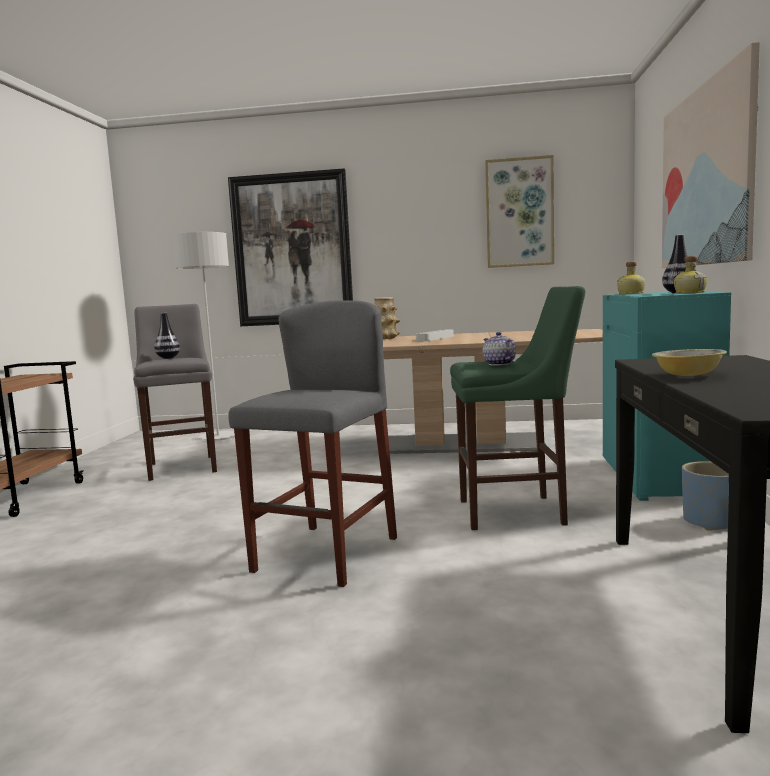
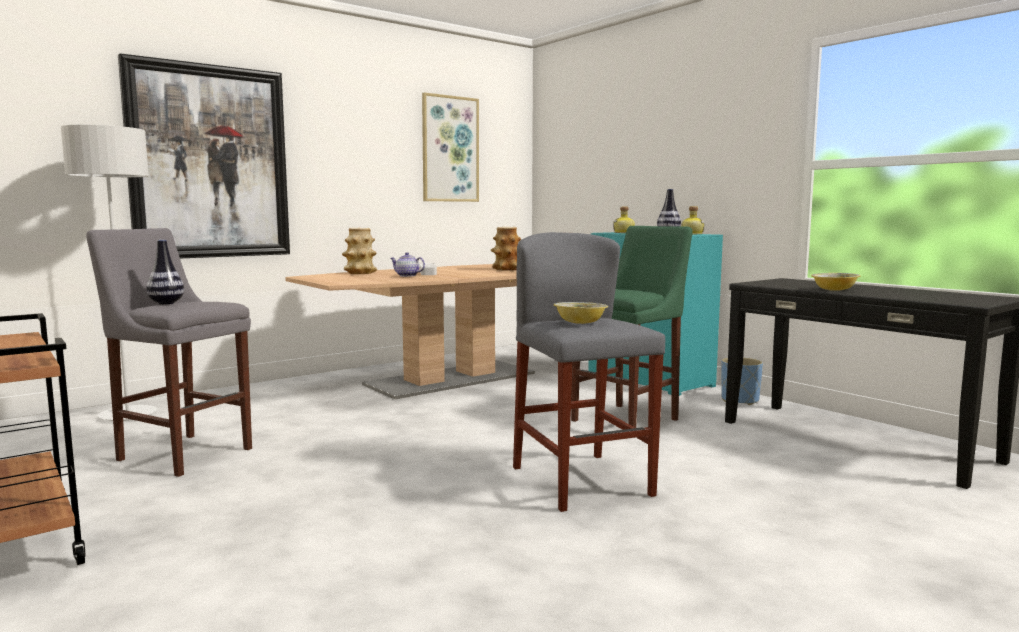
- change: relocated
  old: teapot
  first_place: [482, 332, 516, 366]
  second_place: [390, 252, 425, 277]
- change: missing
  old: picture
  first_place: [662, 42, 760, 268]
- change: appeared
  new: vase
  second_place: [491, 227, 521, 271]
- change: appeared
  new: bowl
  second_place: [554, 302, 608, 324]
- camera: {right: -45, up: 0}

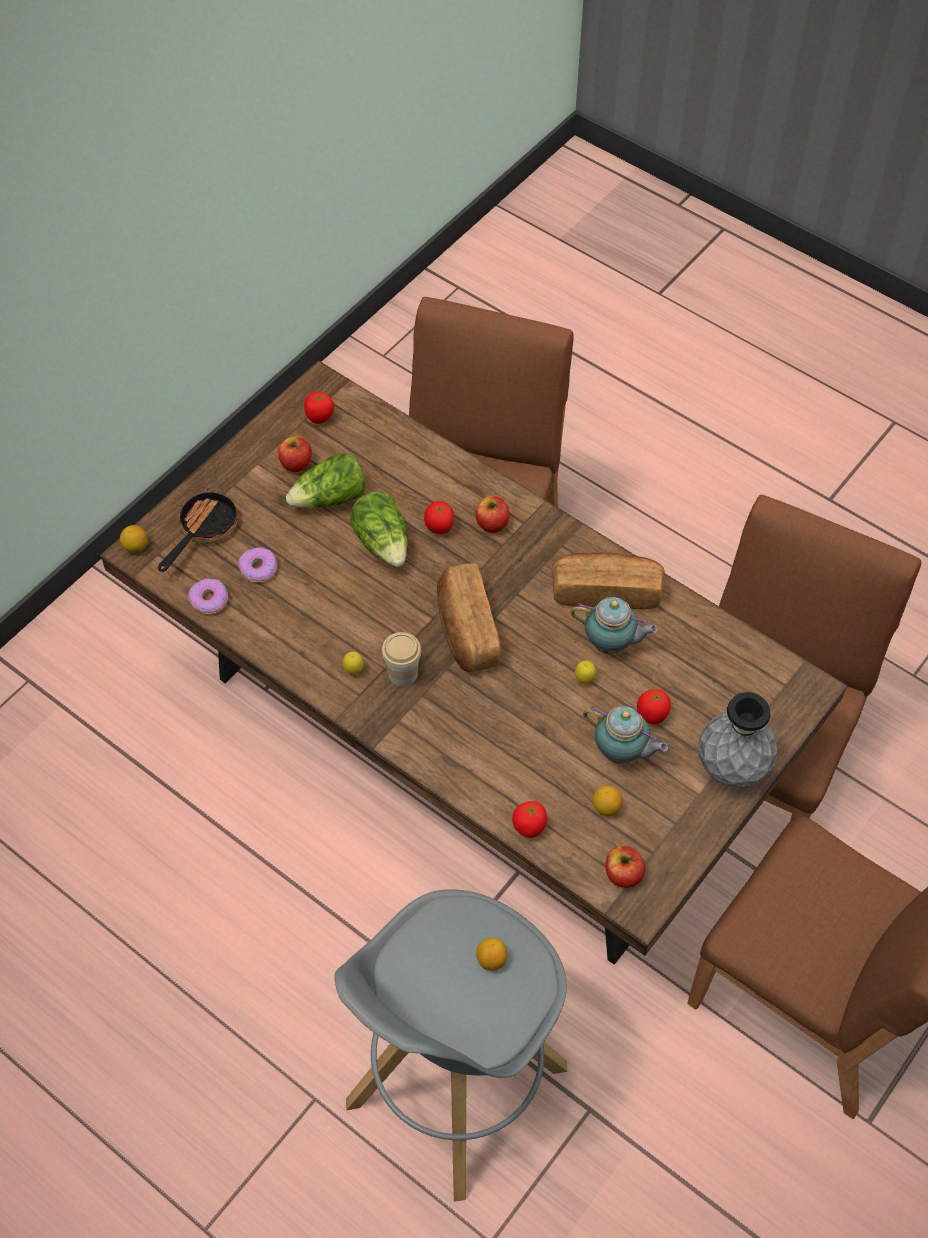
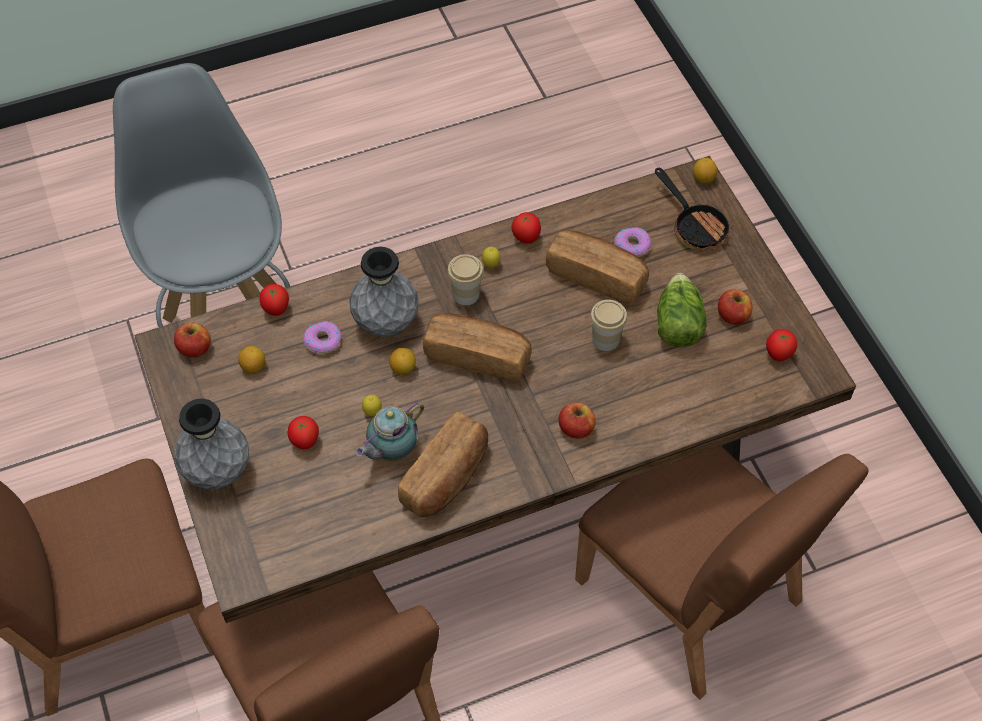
- change: relocated
  old: donut
  first_place: [188, 579, 228, 614]
  second_place: [303, 321, 341, 354]
- change: exchanged
  old: lettuce
  new: cup
  first_place: [350, 492, 408, 567]
  second_place: [590, 300, 627, 351]
- change: relocated
  old: tomato
  first_place: [424, 501, 454, 534]
  second_place: [511, 212, 541, 243]
- change: relocated
  old: lemon
  first_place: [476, 937, 507, 971]
  second_place: [389, 348, 416, 375]
- change: missing
  old: teapot
  first_place: [583, 706, 668, 764]
- change: appeared
  new: grey vase
  second_place: [349, 247, 419, 337]
- change: appeared
  new: bread
  second_place: [546, 230, 649, 304]
- camera: {right: 120, up: 0}

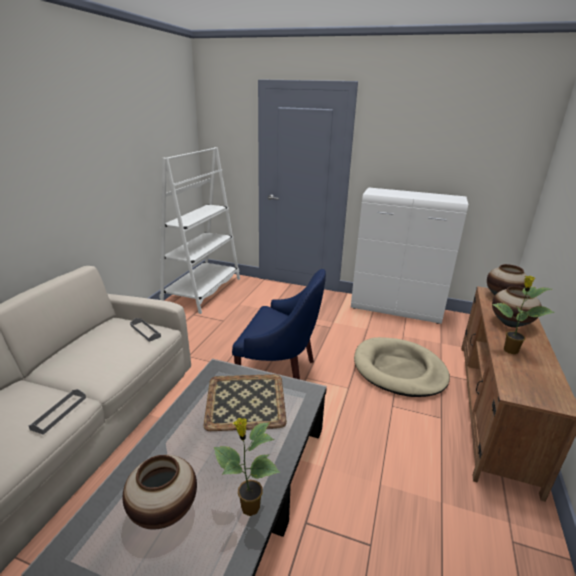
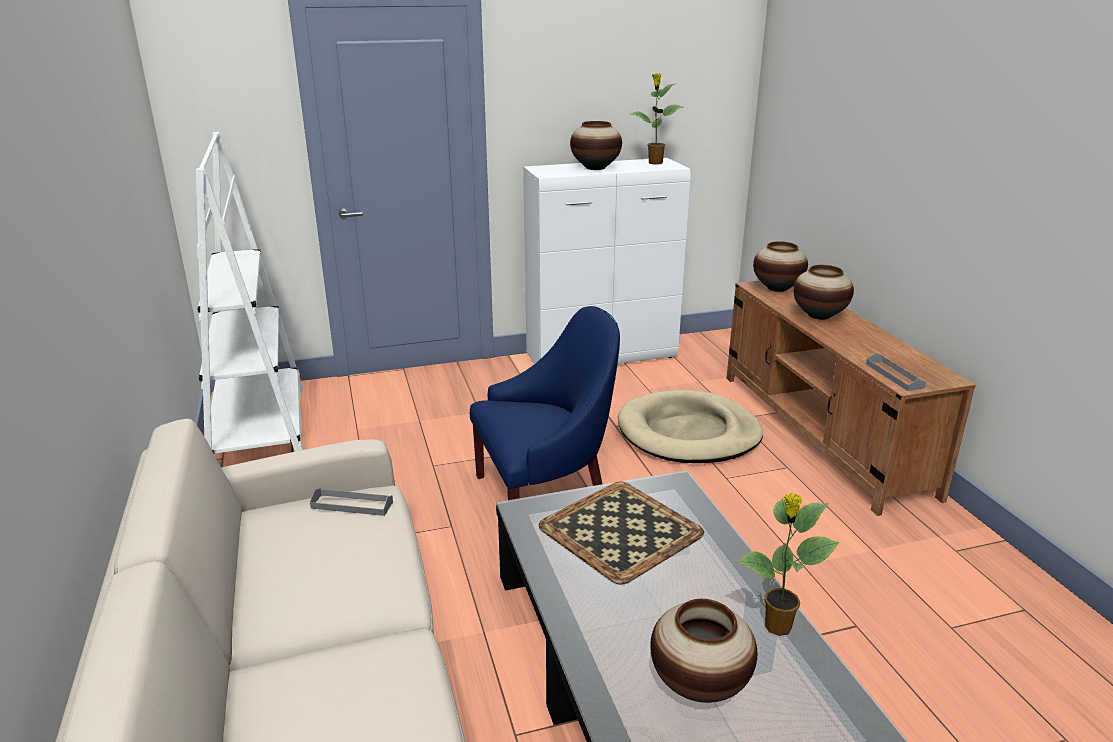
- change: relocated
  old: grey tray
  first_place: [29, 389, 86, 435]
  second_place: [866, 353, 926, 391]
- change: relocated
  old: potted plant
  first_place: [492, 276, 555, 354]
  second_place: [630, 73, 683, 165]
- change: appeared
  new: vase
  second_place: [570, 121, 622, 170]
- camera: {right: -35, up: 0}

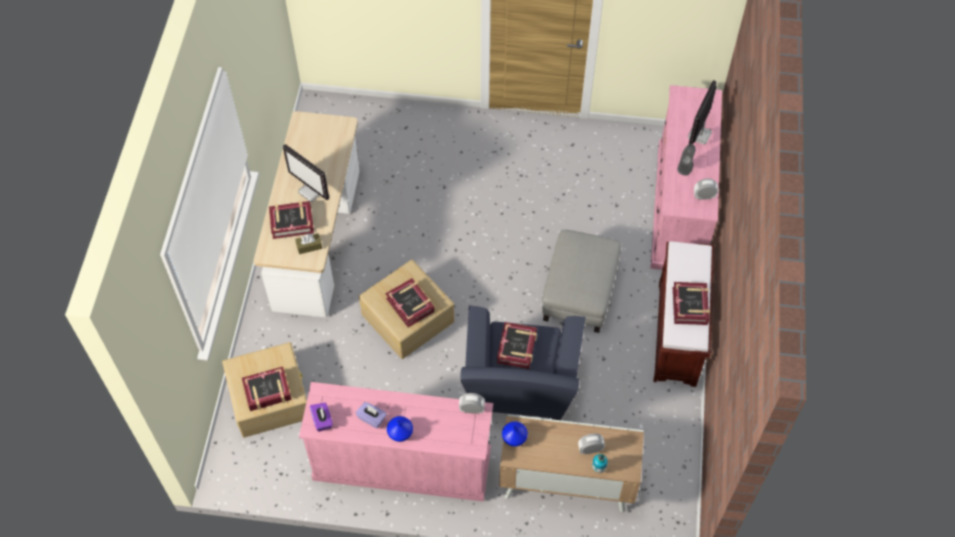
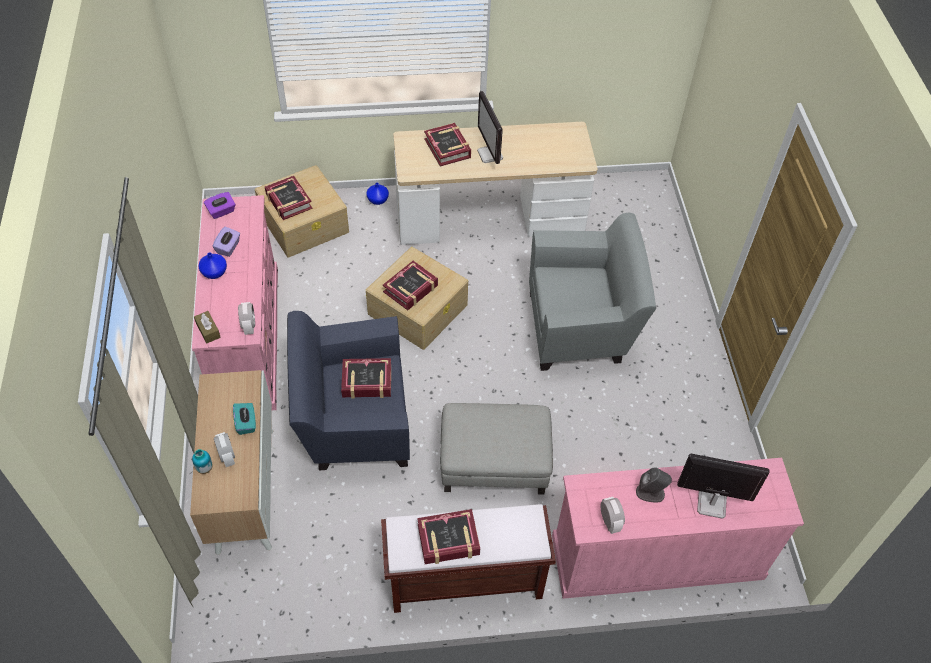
- change: spun
  old: monitor
  first_place: [283, 144, 329, 202]
  second_place: [477, 91, 503, 164]
  degrees: -45
- change: relocated
  old: brown tissue box
  first_place: [295, 233, 322, 254]
  second_place: [194, 311, 221, 344]
- change: relocated
  old: blue vase
  first_place: [502, 421, 528, 447]
  second_place: [366, 183, 389, 205]
- change: appeared
  new: turquoise tissue box
  second_place: [233, 403, 256, 435]
- change: appeared
  new: grey armchair
  second_place: [529, 212, 656, 371]
- camera: {right: 75, up: -5}

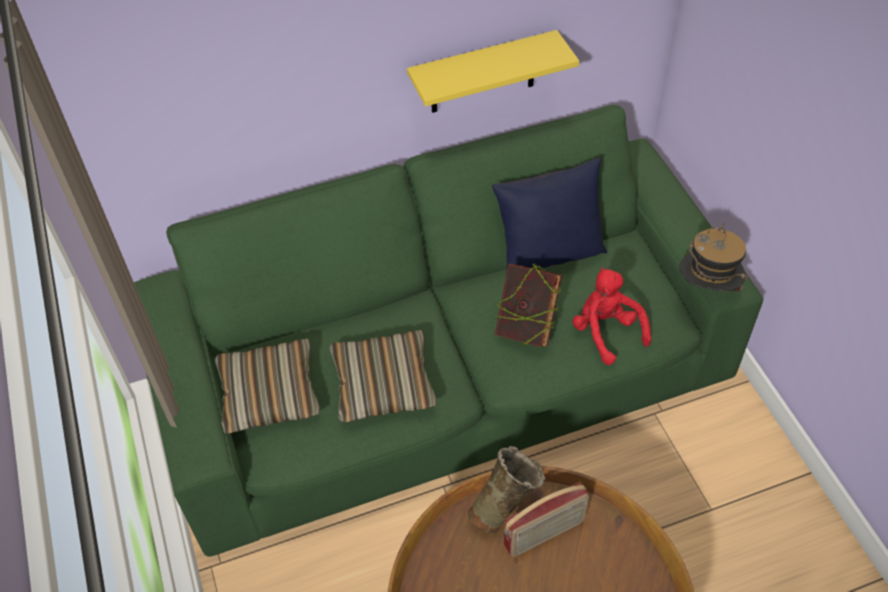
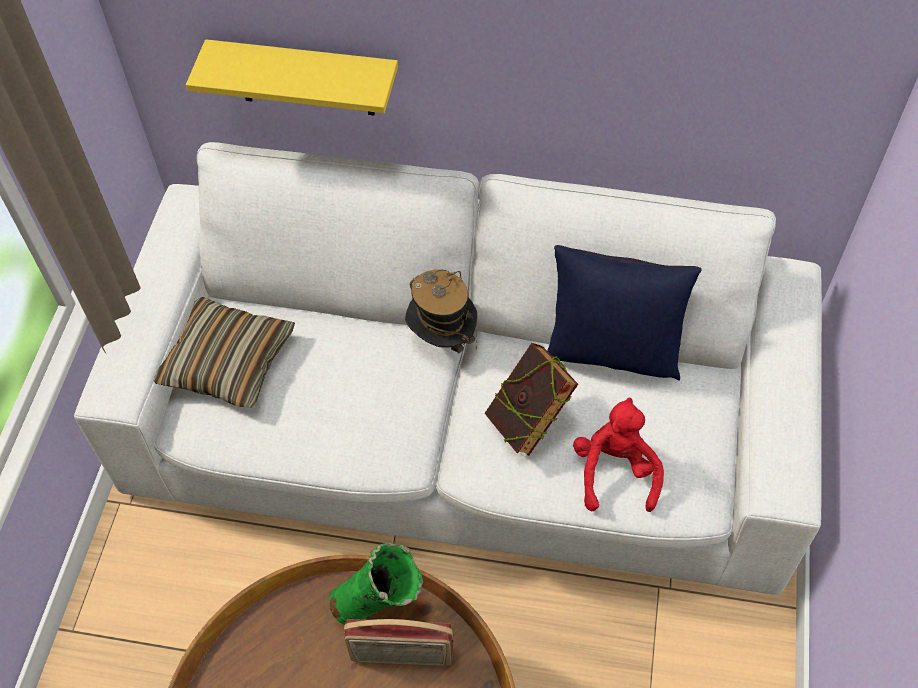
- change: colour
  old: green sofa
  new: white sofa
  first_place: [134, 105, 763, 557]
  second_place: [74, 142, 822, 595]
- change: missing
  old: pillow
  first_place: [329, 330, 437, 422]
- change: relocated
  old: yellow shelf
  first_place: [407, 30, 579, 113]
  second_place: [186, 39, 398, 115]
- change: colour
  old: beige vase
  new: green vase
  first_place: [468, 446, 546, 534]
  second_place: [329, 543, 424, 625]
- change: relocated
  old: hat
  first_place: [679, 223, 748, 292]
  second_place: [405, 270, 477, 353]
- camera: {right: 30, up: 5}

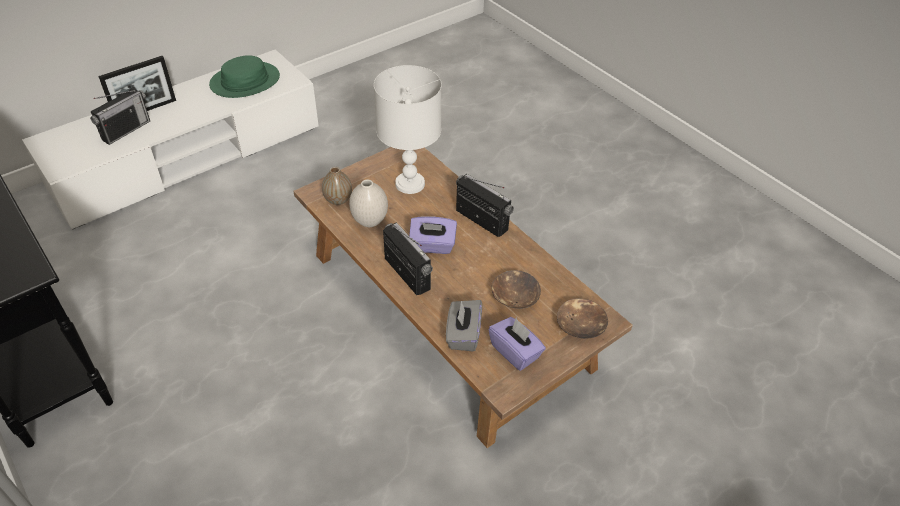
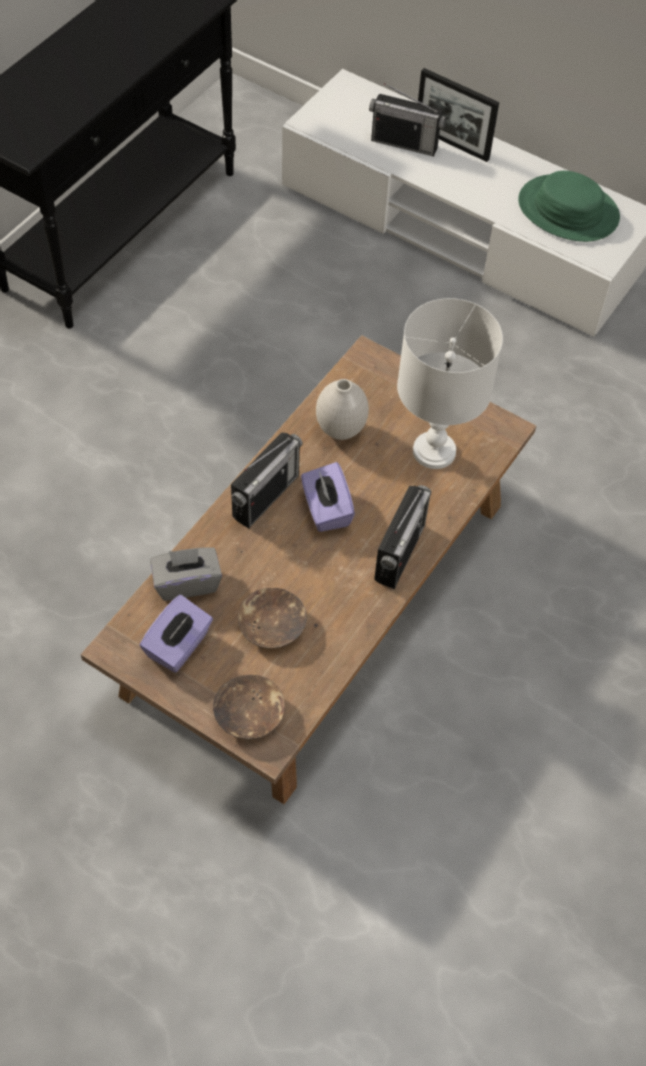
- change: missing
  old: vase
  first_place: [322, 167, 352, 205]
- camera: {right: 70, up: 10}

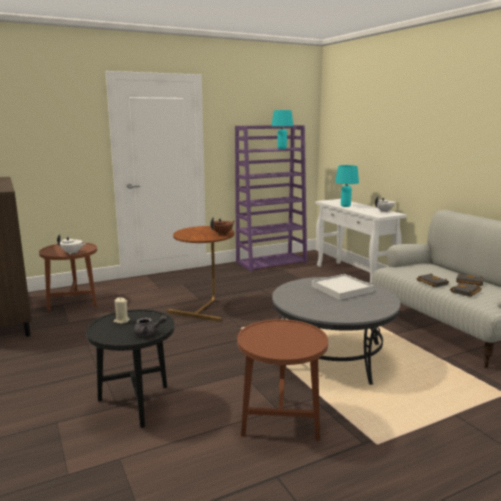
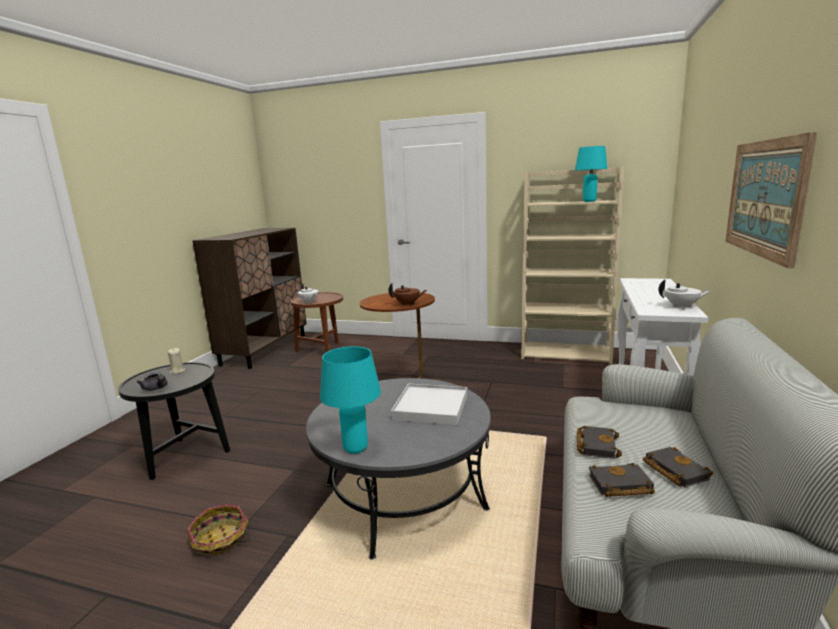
- change: colour
  old: purple bookcase
  new: beige bookcase
  first_place: [235, 125, 307, 272]
  second_place: [521, 167, 624, 364]
- change: exchanged
  old: brown side table
  new: basket
  first_place: [237, 319, 328, 441]
  second_place: [187, 504, 250, 556]
- change: relocated
  old: turquoise table lamp
  first_place: [335, 165, 359, 207]
  second_place: [320, 346, 381, 454]
- change: appeared
  new: picture
  second_place: [725, 132, 817, 269]
- camera: {right: 45, up: 0}

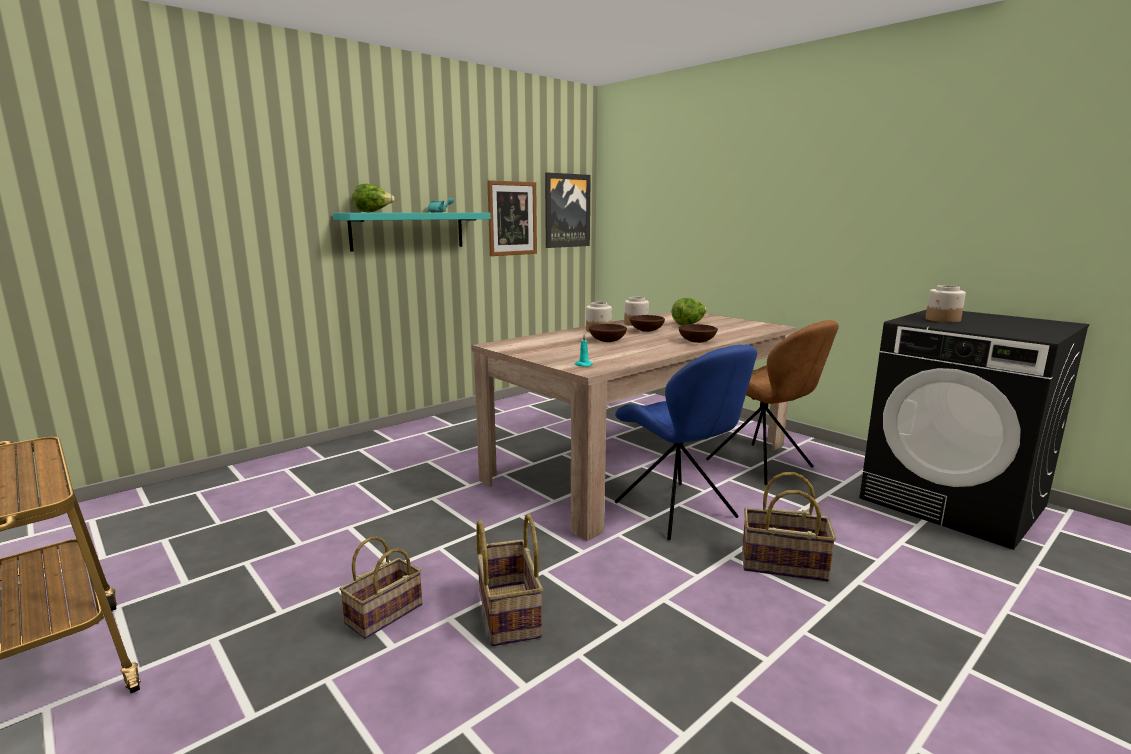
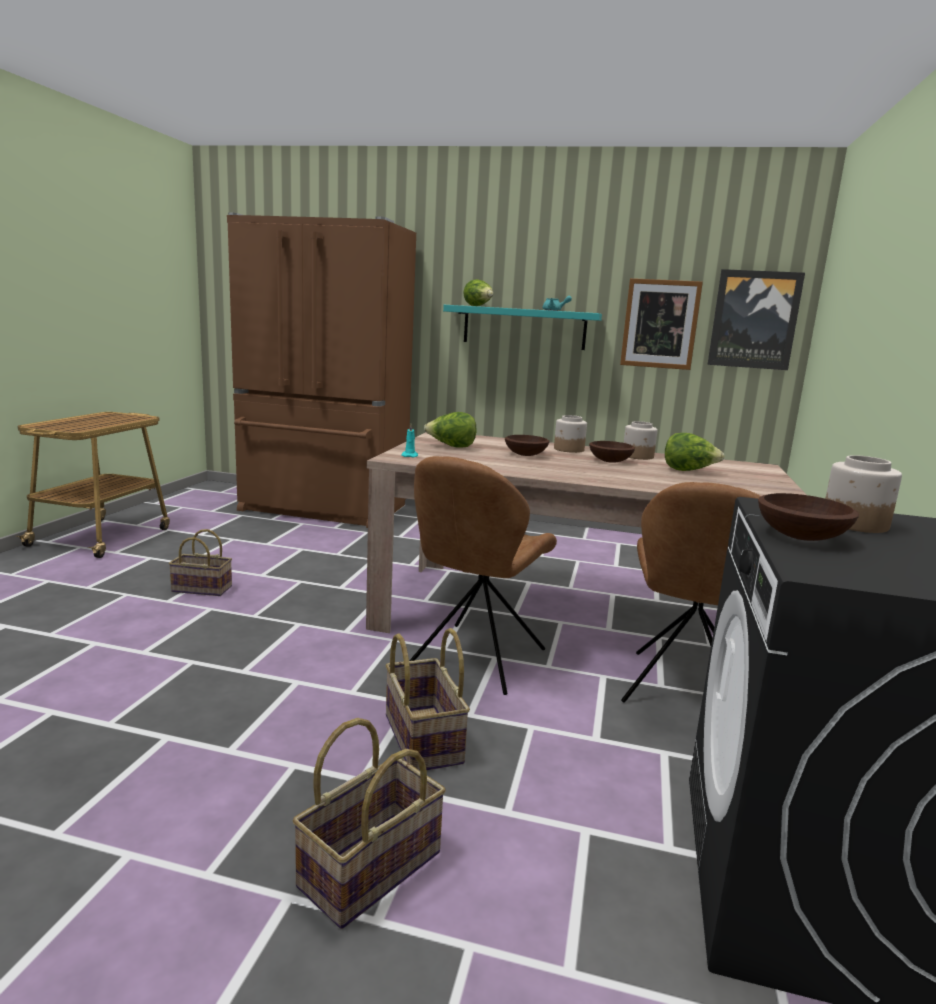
- change: relocated
  old: basket
  first_place: [476, 514, 543, 646]
  second_place: [292, 718, 446, 929]
- change: colour
  old: blue chair
  new: brown chair
  first_place: [615, 345, 757, 540]
  second_place: [409, 456, 557, 695]
- change: relocated
  old: brown bowl
  first_place: [678, 324, 718, 343]
  second_place: [758, 493, 859, 541]
- change: appeared
  new: brown fridge
  second_place: [227, 212, 416, 528]
- change: appeared
  new: lettuce
  second_place: [424, 412, 477, 448]
- camera: {right: 55, up: 0}

